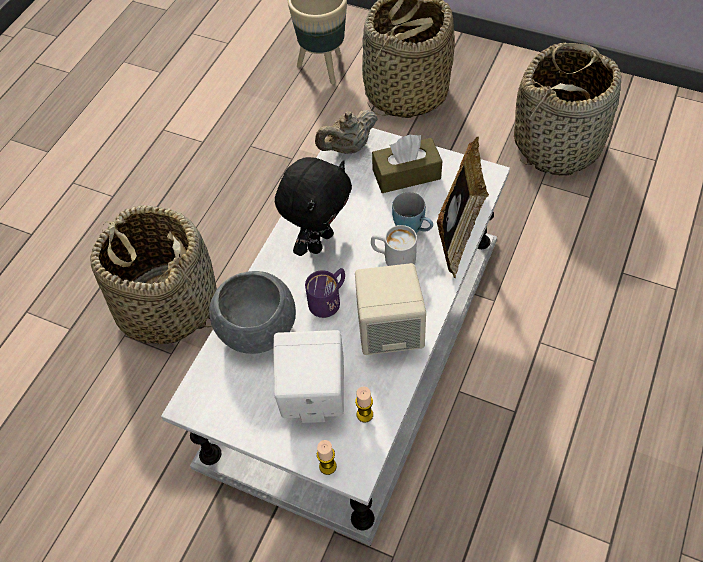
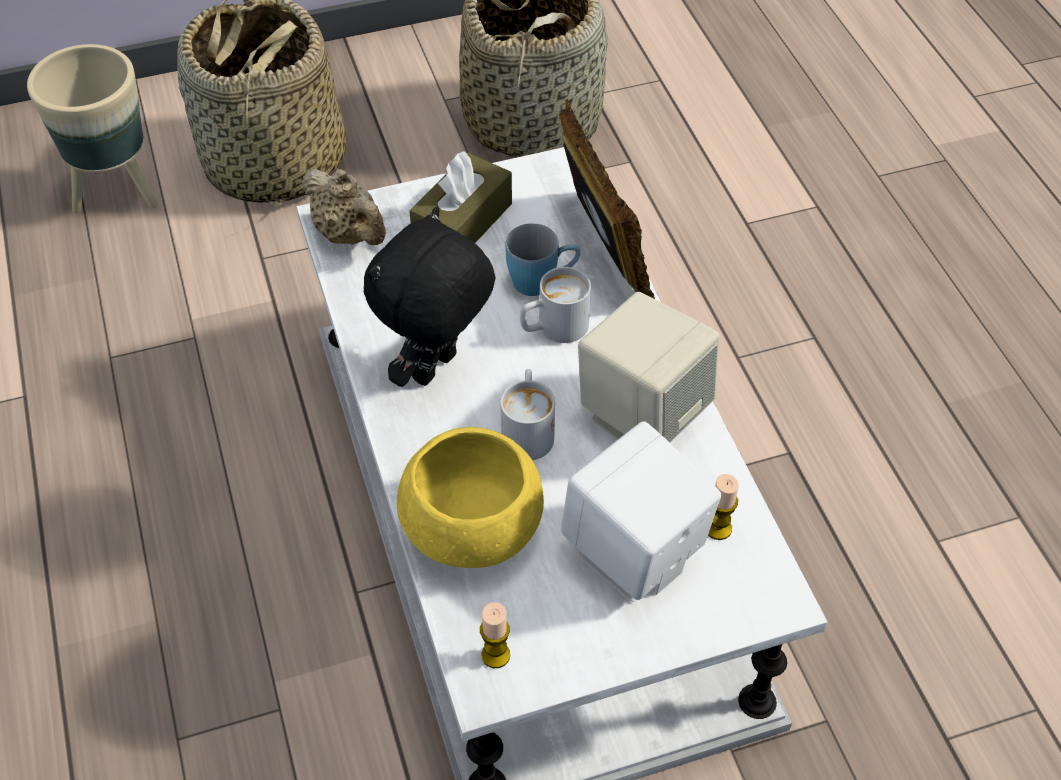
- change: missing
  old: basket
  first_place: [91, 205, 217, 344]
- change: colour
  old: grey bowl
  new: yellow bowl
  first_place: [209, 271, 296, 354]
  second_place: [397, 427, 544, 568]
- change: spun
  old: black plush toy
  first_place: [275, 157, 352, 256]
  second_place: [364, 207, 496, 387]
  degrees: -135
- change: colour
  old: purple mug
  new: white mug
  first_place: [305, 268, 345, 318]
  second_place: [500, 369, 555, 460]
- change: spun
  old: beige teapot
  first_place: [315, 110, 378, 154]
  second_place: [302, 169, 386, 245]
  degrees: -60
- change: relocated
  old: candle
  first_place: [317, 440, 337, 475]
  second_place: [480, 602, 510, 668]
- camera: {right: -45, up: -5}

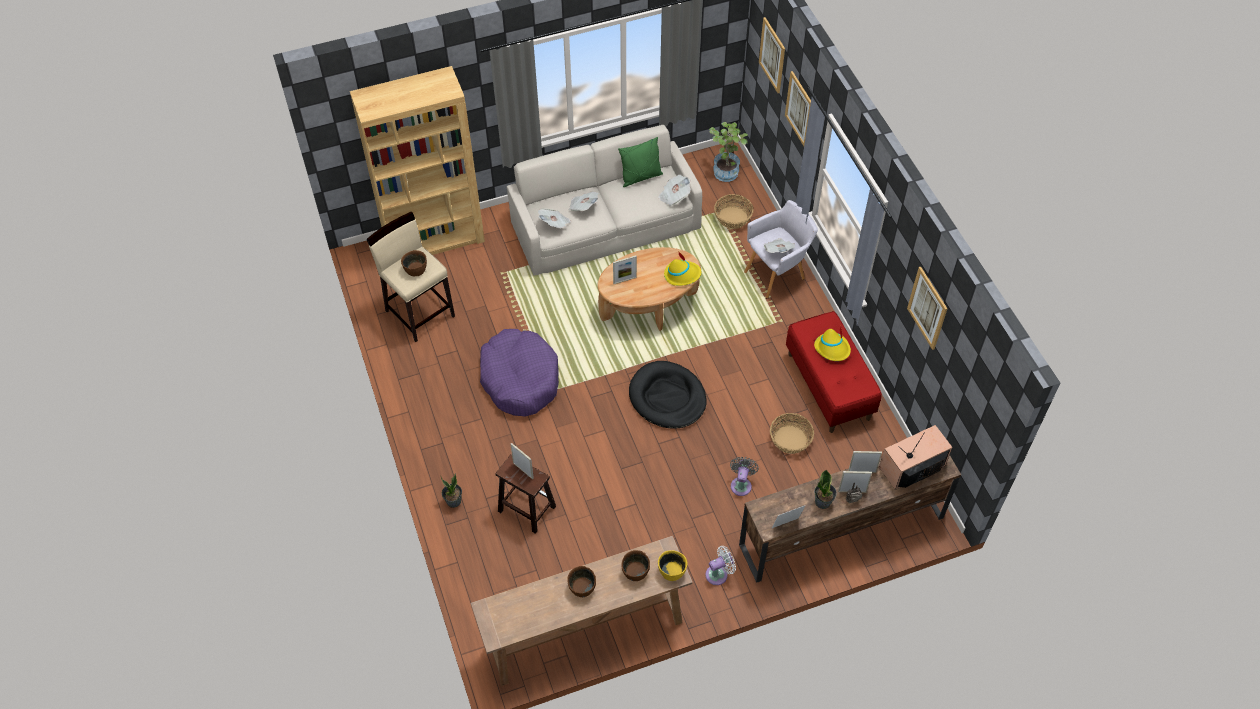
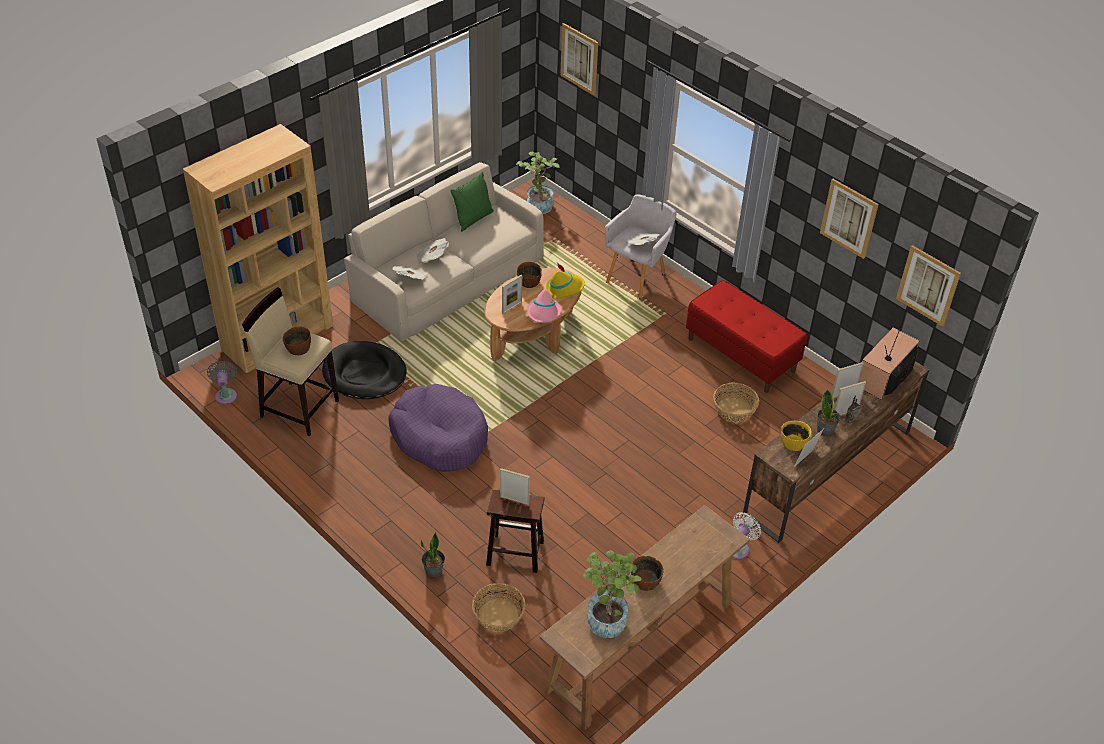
- change: relocated
  old: brown bowl
  first_place: [621, 550, 650, 581]
  second_place: [517, 262, 542, 288]
- change: relocated
  old: black dog bed
  first_place: [629, 361, 707, 428]
  second_place: [322, 341, 407, 399]
- change: missing
  old: newspaper
  first_place: [658, 175, 691, 207]
- change: relocated
  old: yellow bowl
  first_place: [658, 550, 687, 581]
  second_place: [781, 421, 812, 451]
- change: relocated
  old: basket
  first_place: [714, 194, 753, 229]
  second_place: [472, 583, 525, 632]
- change: relocated
  old: grey fan
  first_place: [730, 457, 759, 496]
  second_place: [207, 360, 237, 404]
- change: relocated
  old: picture
  first_place: [785, 71, 811, 146]
  second_place: [896, 245, 961, 327]
- change: missing
  old: yellow hat
  first_place: [814, 327, 851, 361]
- change: appeared
  new: pink hat
  second_place: [527, 289, 561, 323]
- change: appeared
  new: potted plant
  second_place: [583, 550, 642, 638]
- camera: {right: -25, up: -10}

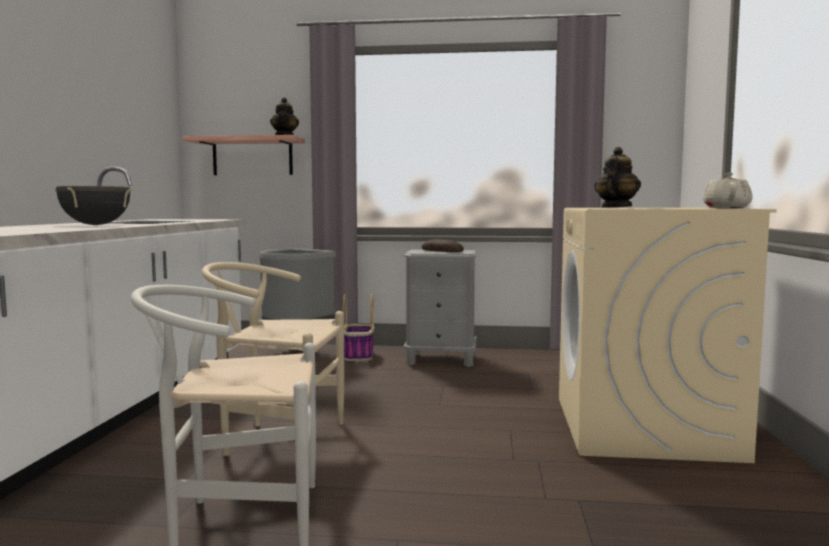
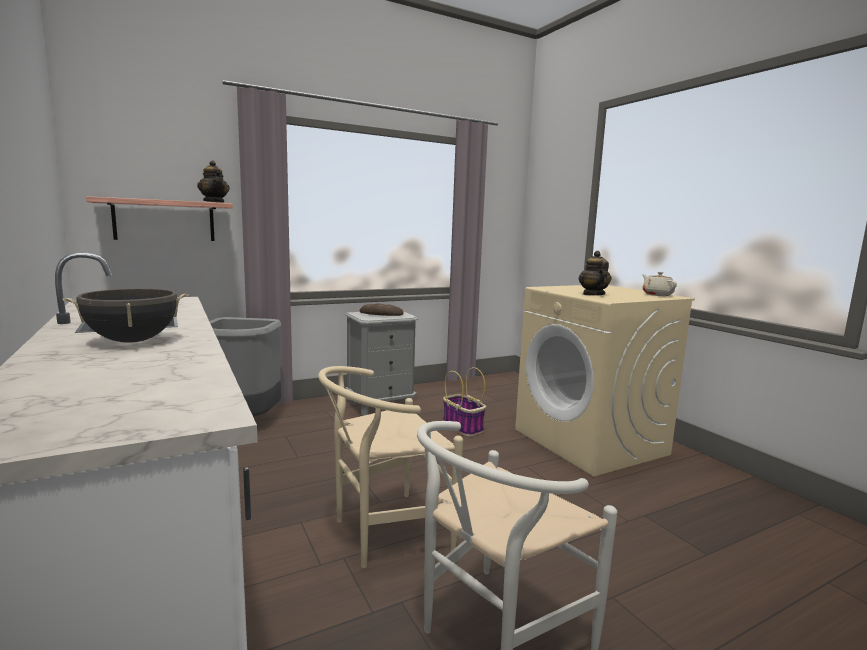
- change: relocated
  old: basket
  first_place: [343, 294, 374, 361]
  second_place: [443, 367, 486, 436]
- camera: {right: -35, up: 5}

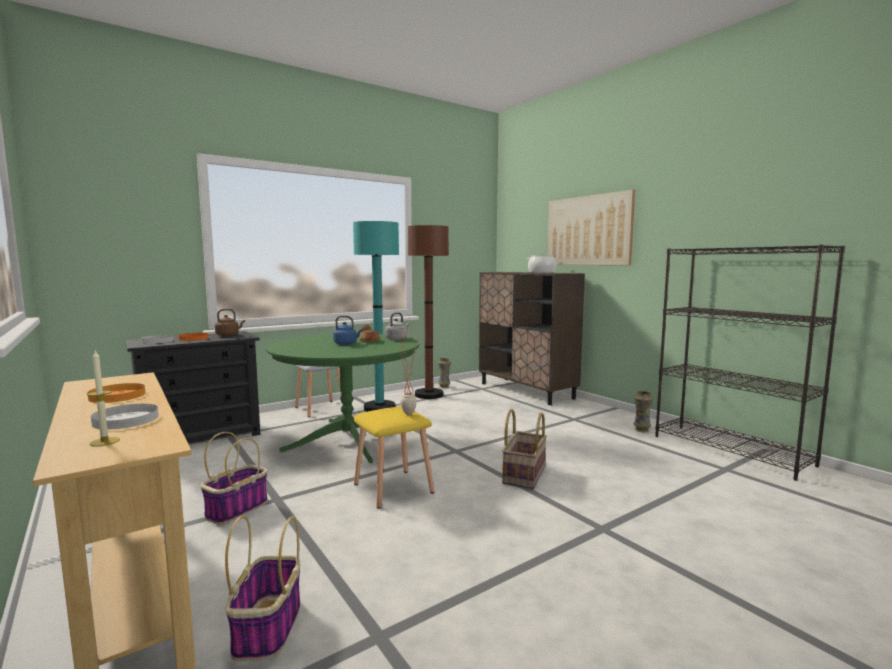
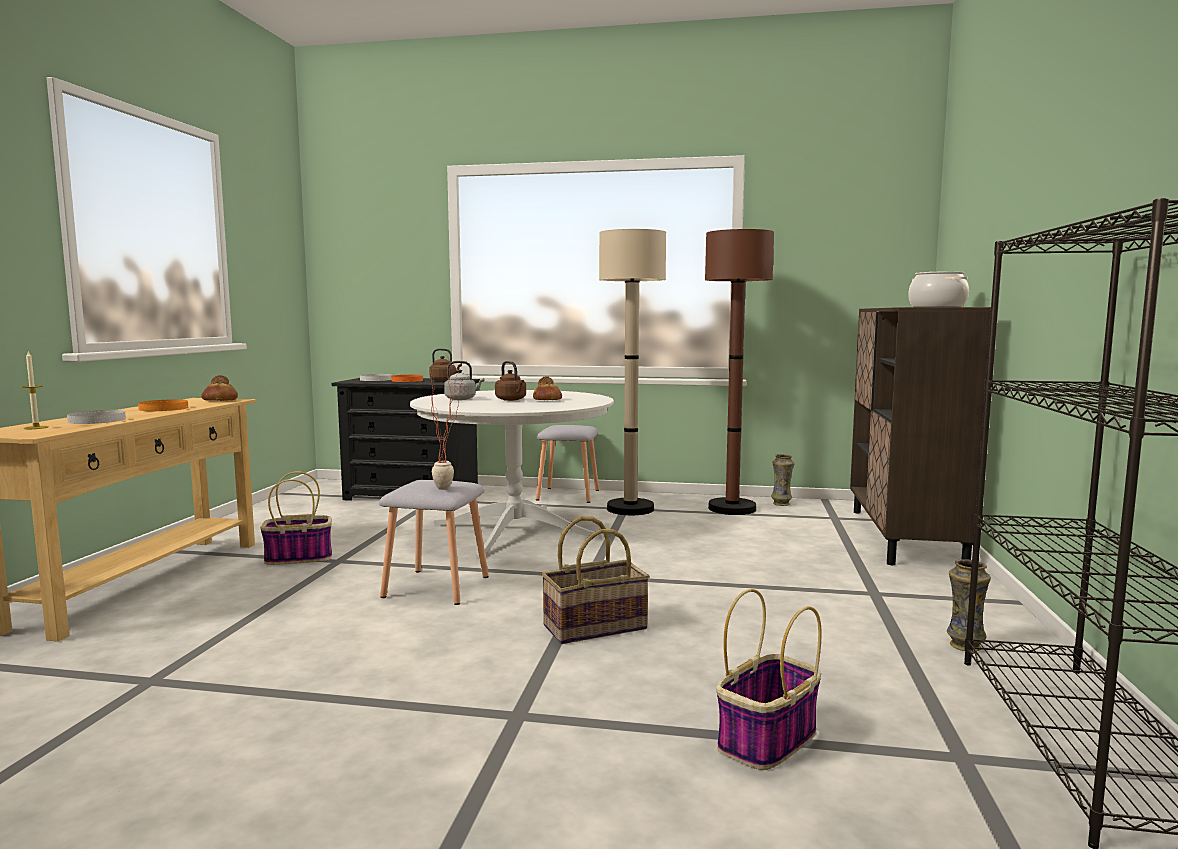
- change: relocated
  old: basket
  first_place: [225, 516, 300, 661]
  second_place: [716, 589, 821, 770]
- change: colour
  old: green dining table
  new: white dining table
  first_place: [266, 333, 420, 463]
  second_place: [410, 390, 614, 559]
- change: colour
  old: blue kettle
  new: brown kettle
  first_place: [333, 316, 362, 345]
  second_place: [495, 361, 526, 401]
- change: colour
  old: turquoise floor lamp
  new: beige floor lamp
  first_place: [353, 221, 399, 412]
  second_place: [599, 229, 666, 515]
- change: colour
  old: yellow stool
  new: grey stool
  first_place: [353, 406, 434, 509]
  second_place: [379, 480, 489, 605]
- change: relocated
  old: grey kettle
  first_place: [385, 312, 410, 340]
  second_place: [444, 361, 484, 400]
- change: missing
  old: picture
  first_place: [547, 189, 635, 265]
- change: appeared
  new: bread
  second_place: [201, 375, 238, 401]
- camera: {right: 45, up: 0}

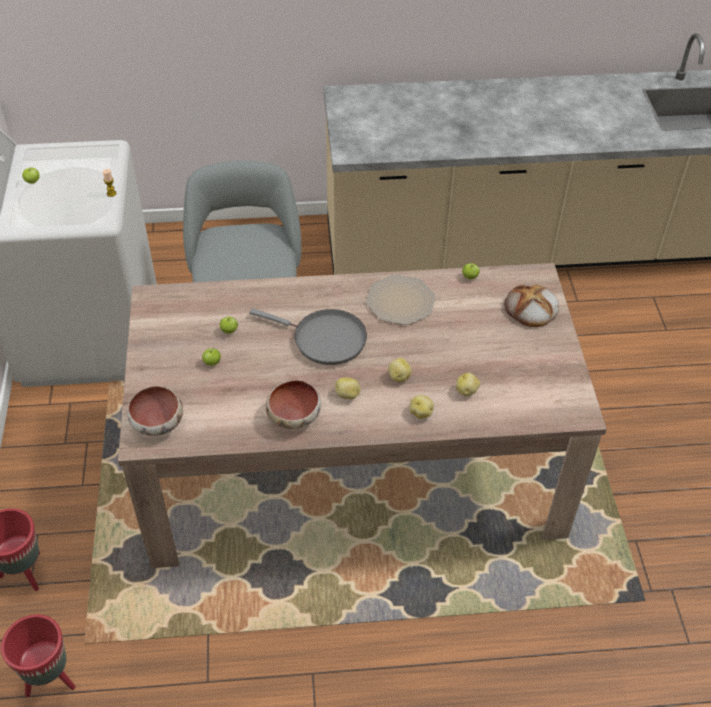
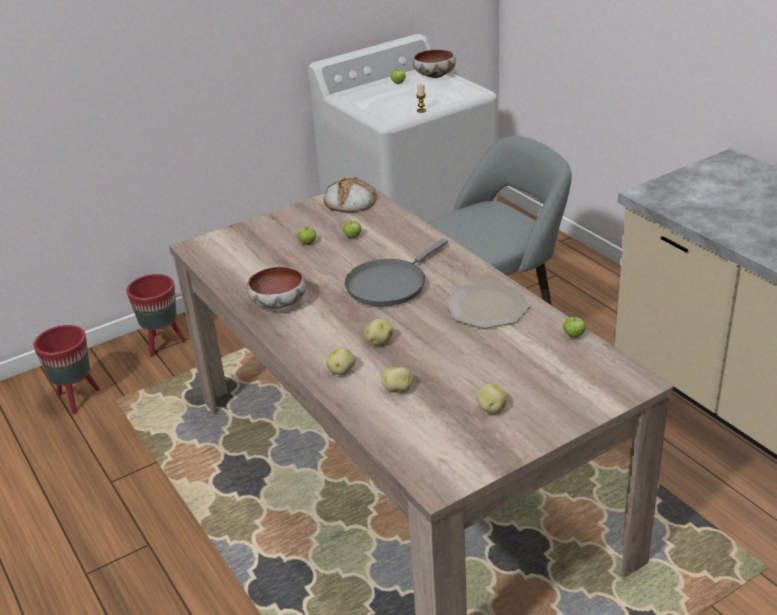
- change: relocated
  old: bowl
  first_place: [127, 386, 183, 436]
  second_place: [413, 49, 456, 78]
- change: spun
  old: grey frying pan
  first_place: [250, 308, 367, 365]
  second_place: [345, 239, 448, 306]
  degrees: 45
- change: relocated
  old: potato
  first_place: [335, 377, 360, 399]
  second_place: [477, 383, 507, 414]
- change: relocated
  old: bread
  first_place: [504, 284, 559, 327]
  second_place: [323, 177, 376, 213]
- camera: {right: 65, up: -15}

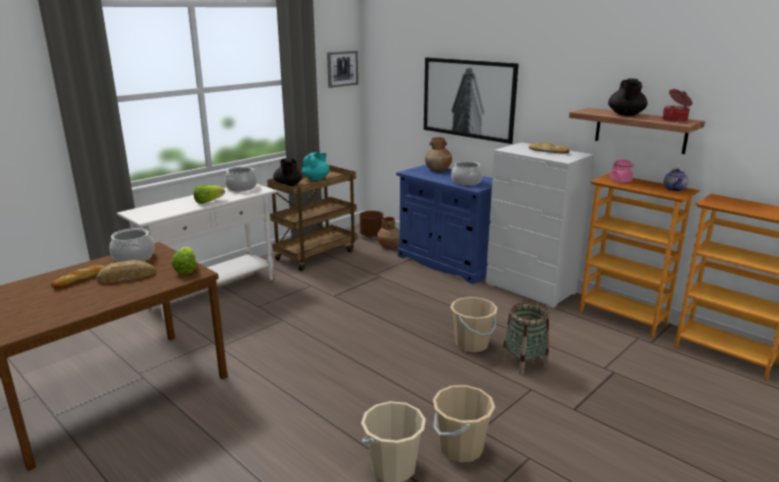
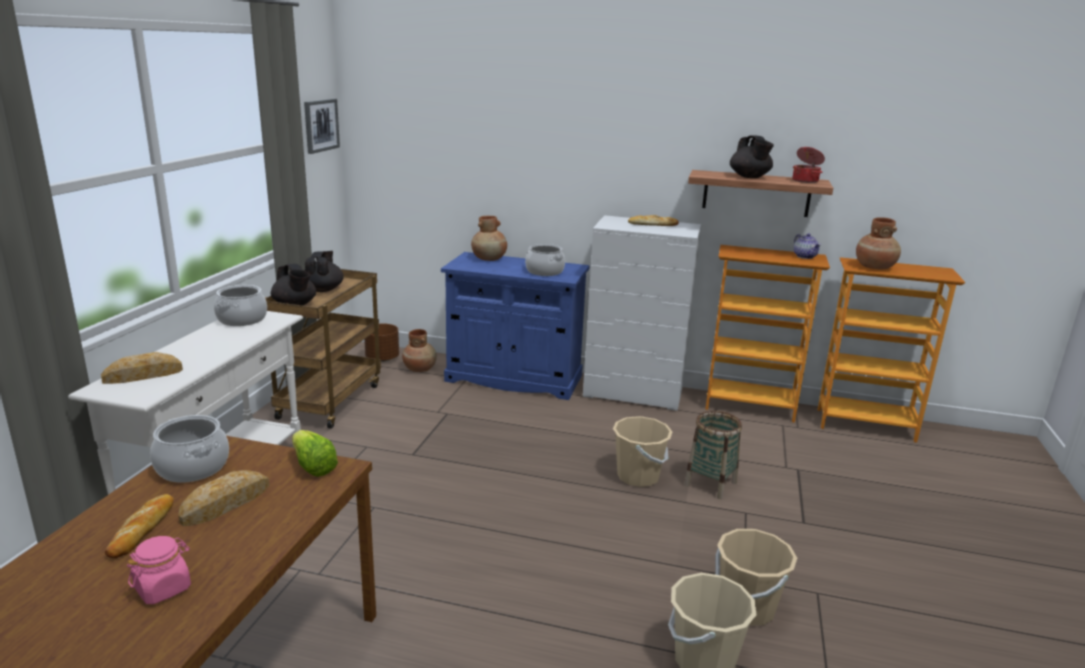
- change: missing
  old: lettuce
  first_place: [194, 185, 225, 204]
- change: colour
  old: turquoise teapot
  new: black teapot
  first_place: [302, 152, 330, 180]
  second_place: [304, 251, 344, 292]
- change: missing
  old: picture
  first_place: [424, 57, 519, 144]
- change: relocated
  old: pink jar
  first_place: [609, 160, 634, 183]
  second_place: [127, 536, 191, 604]
- change: appeared
  new: bread
  second_place: [101, 352, 183, 384]
- change: appeared
  new: brown vase
  second_place: [856, 217, 901, 269]
- camera: {right: -30, up: 0}

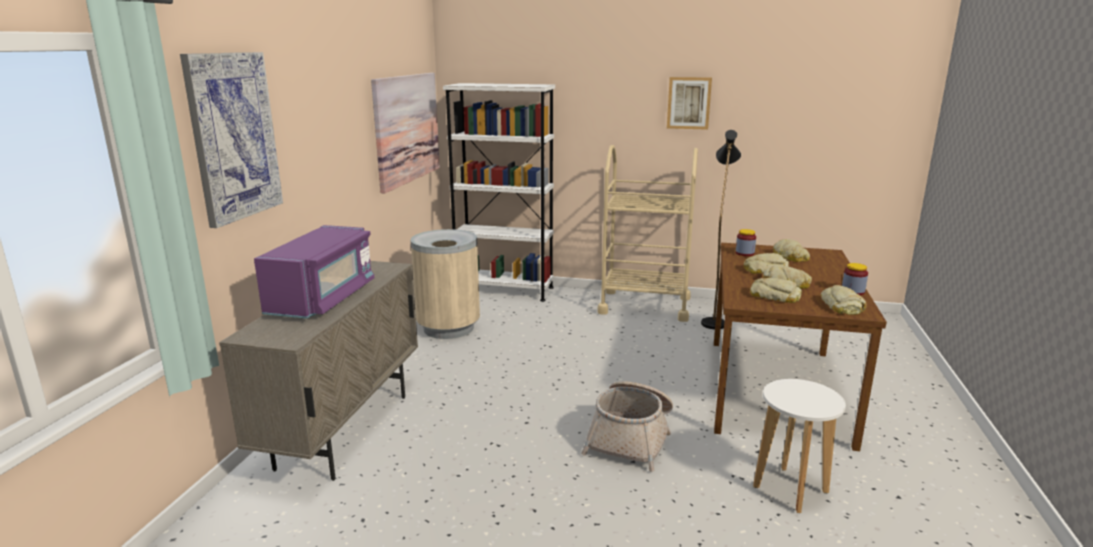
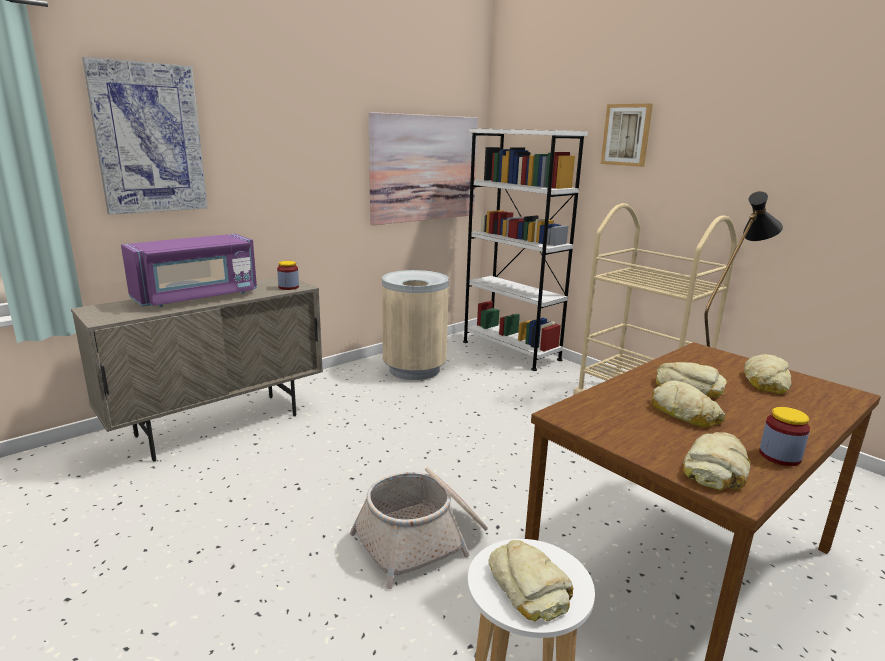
- change: relocated
  old: picture
  first_place: [667, 77, 712, 130]
  second_place: [601, 104, 653, 167]
- change: relocated
  old: jar
  first_place: [736, 229, 756, 256]
  second_place: [277, 261, 299, 290]
- change: relocated
  old: bread
  first_place: [750, 278, 802, 303]
  second_place: [488, 540, 573, 622]
- camera: {right: 35, up: 0}

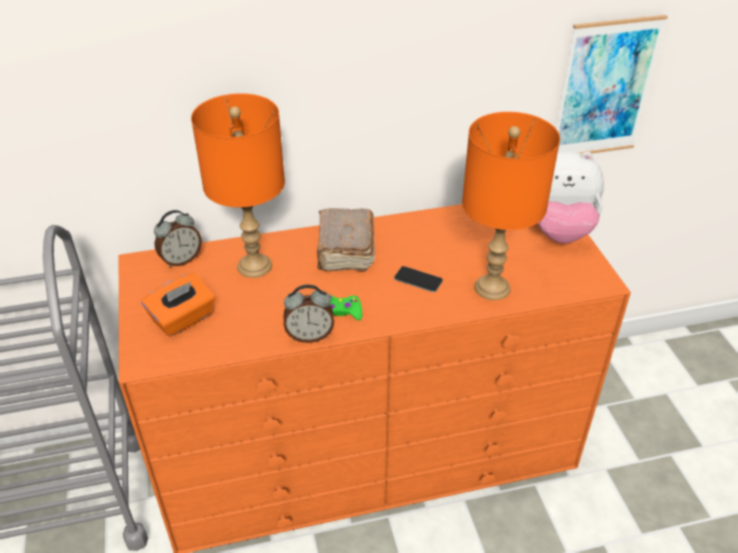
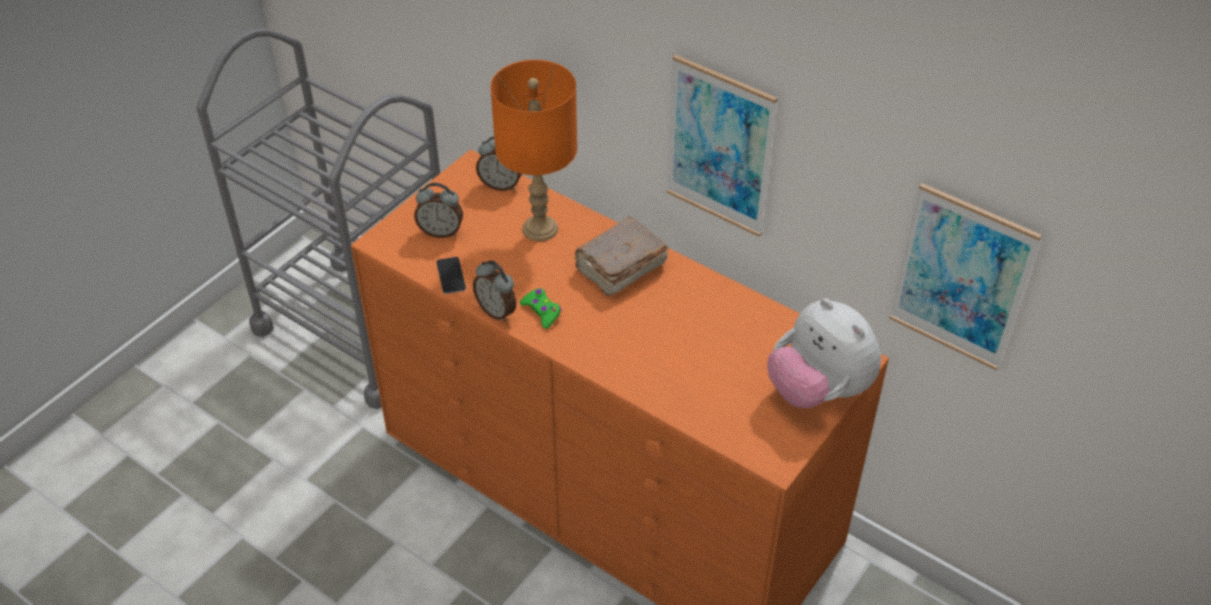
- change: exchanged
  old: orange tissue box
  new: alarm clock
  first_place: [142, 273, 215, 337]
  second_place: [414, 183, 463, 238]
- change: relocated
  old: phone
  first_place: [394, 266, 443, 292]
  second_place: [436, 257, 466, 294]
- change: missing
  old: orange table lamp
  first_place: [462, 112, 560, 300]
- change: appeared
  new: picture
  second_place: [667, 55, 777, 237]
- camera: {right: 50, up: 5}

